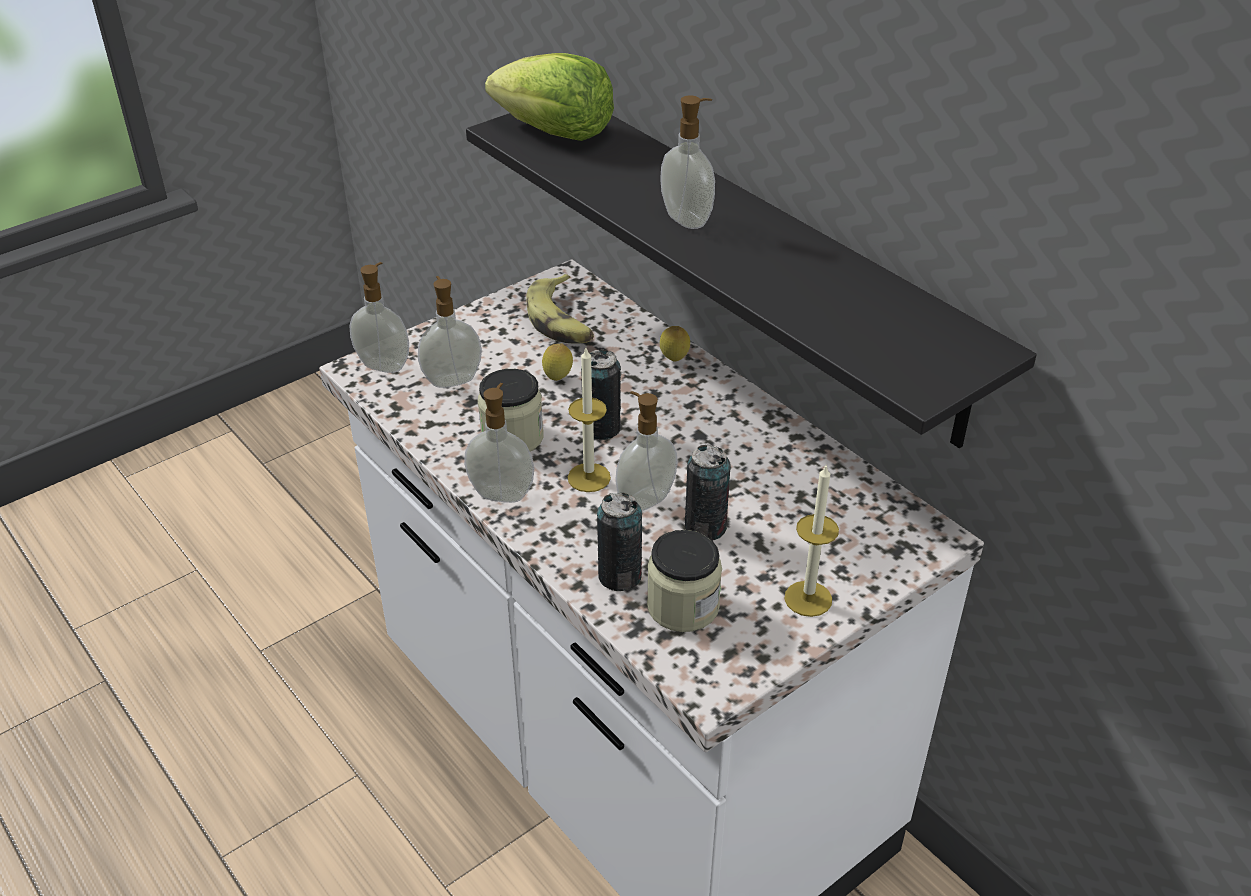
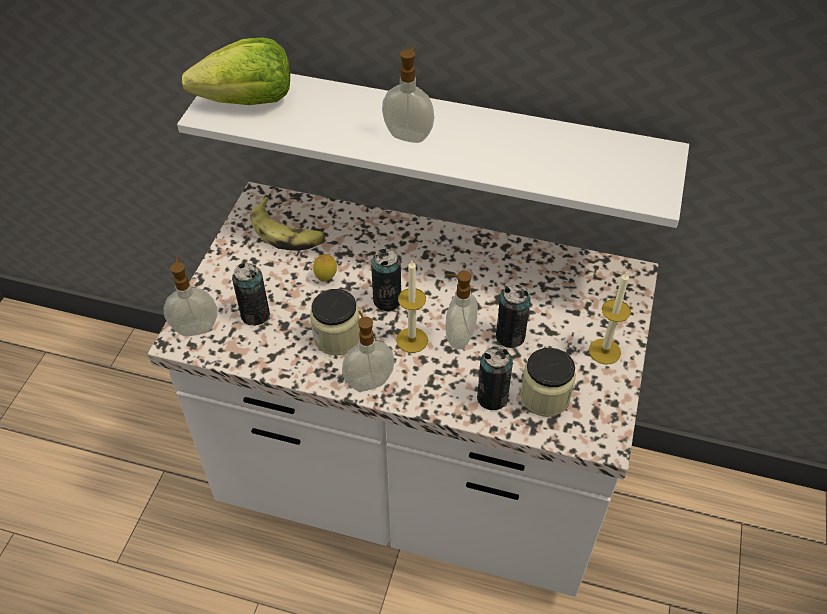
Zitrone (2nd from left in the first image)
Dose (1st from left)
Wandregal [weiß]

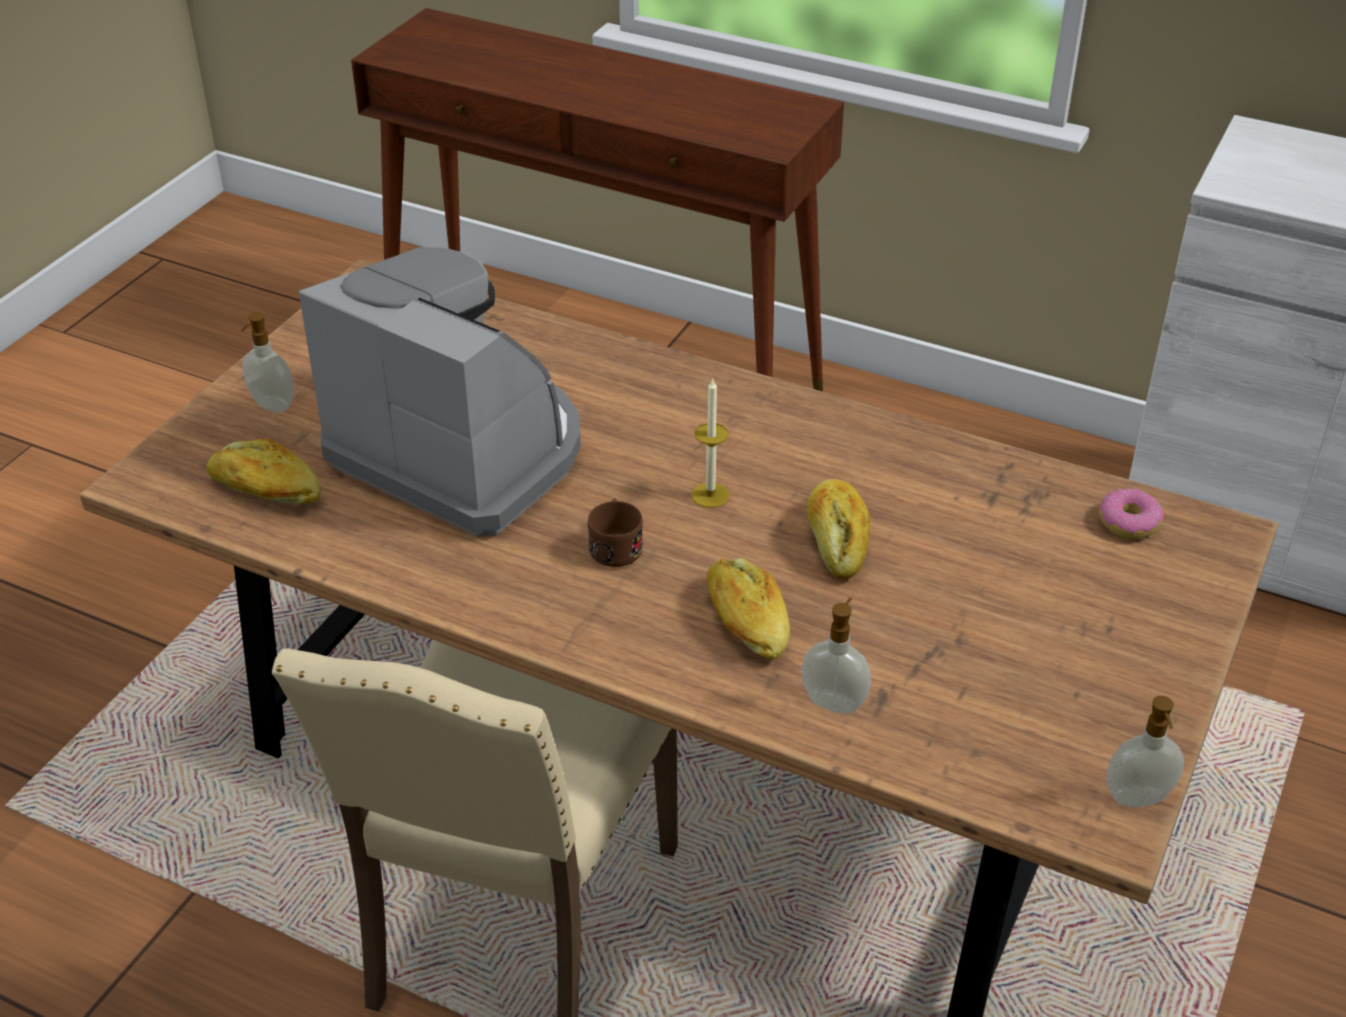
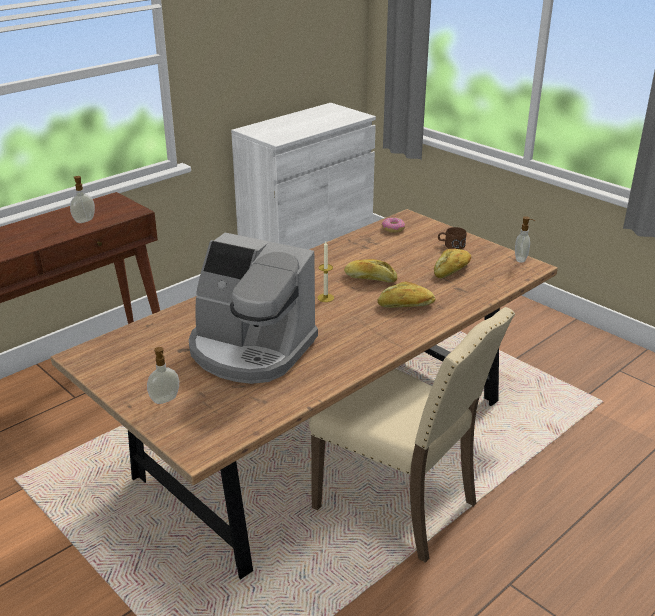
Brot (3rd from left)
Henkelbecher [braun]
Seifenspender (1st from left)
Kaffeemaschine

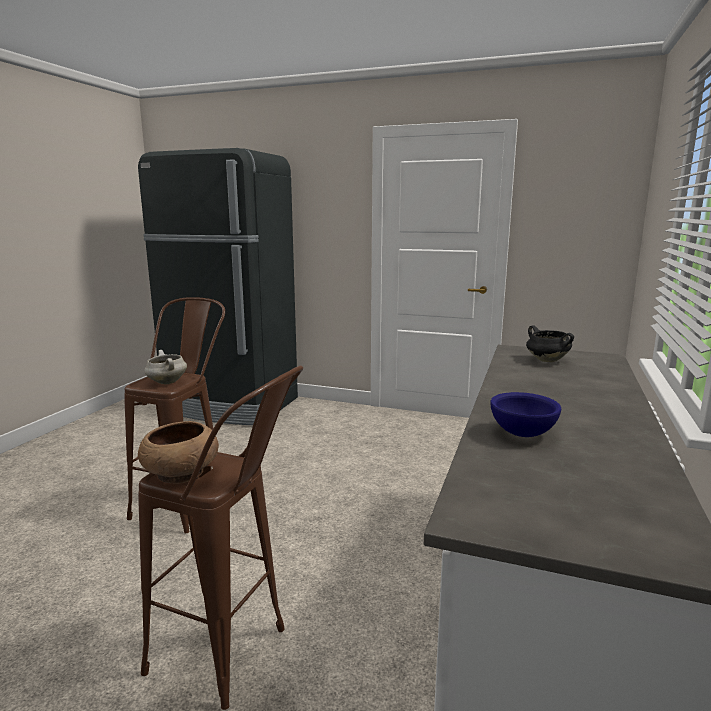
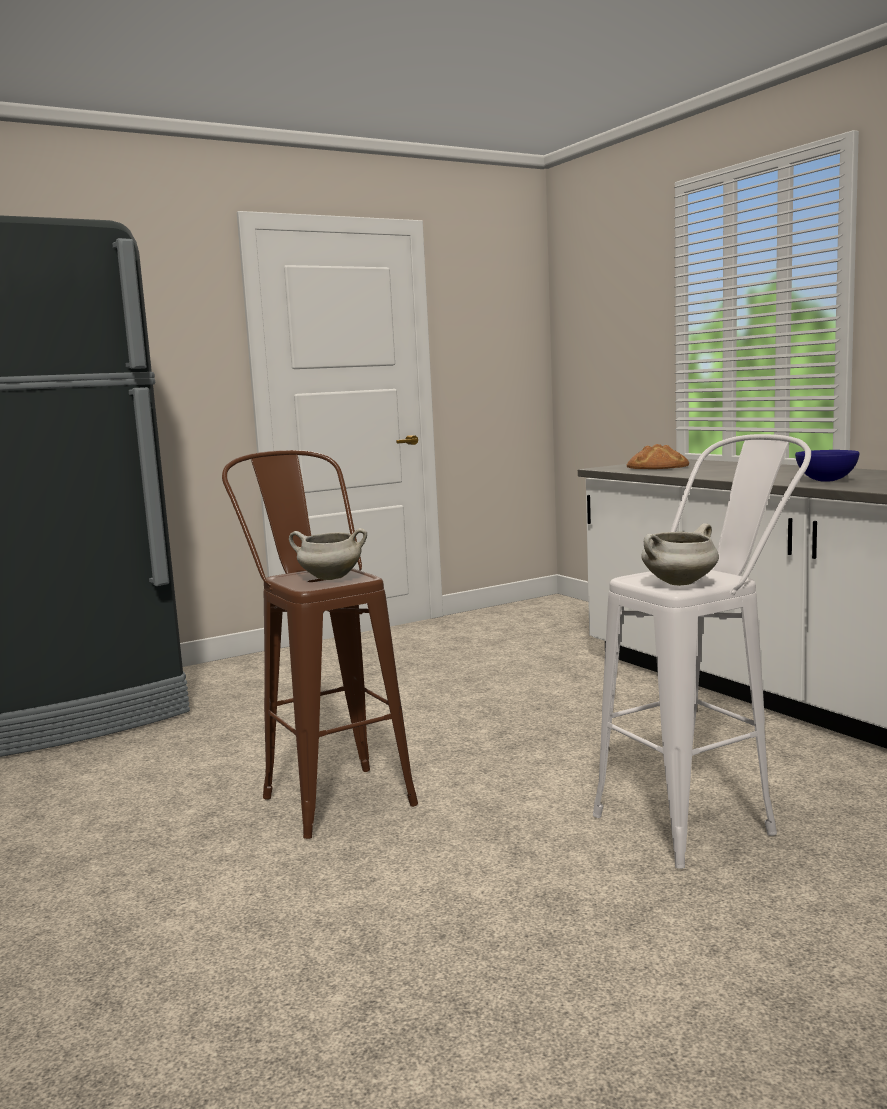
Kochtopf [weiß] (2nd from left)
Brot
Hocker [weiß]

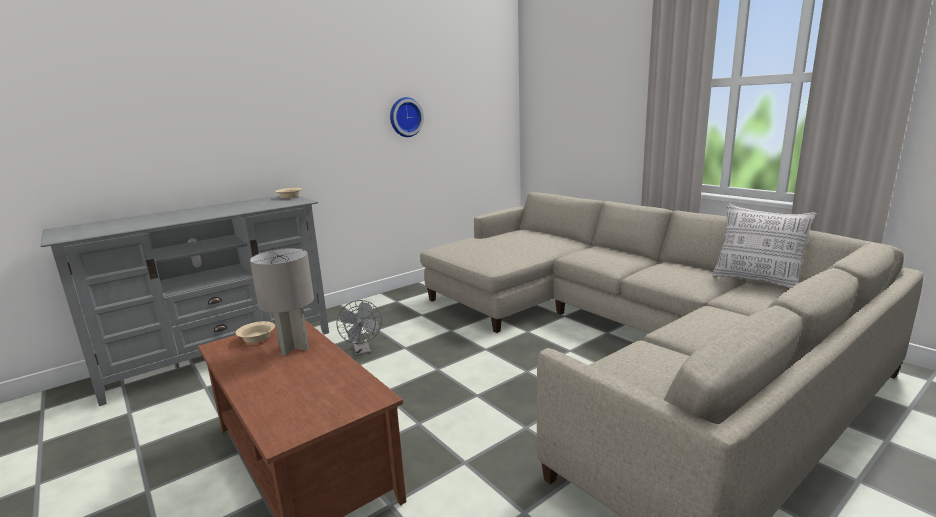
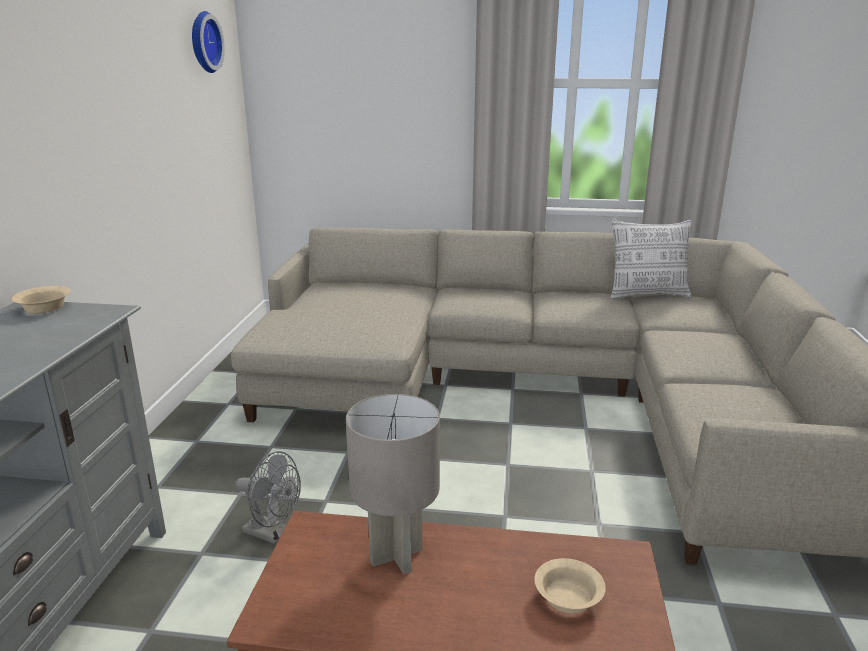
Schüssel [beige] (2nd from left)
Wanduhr

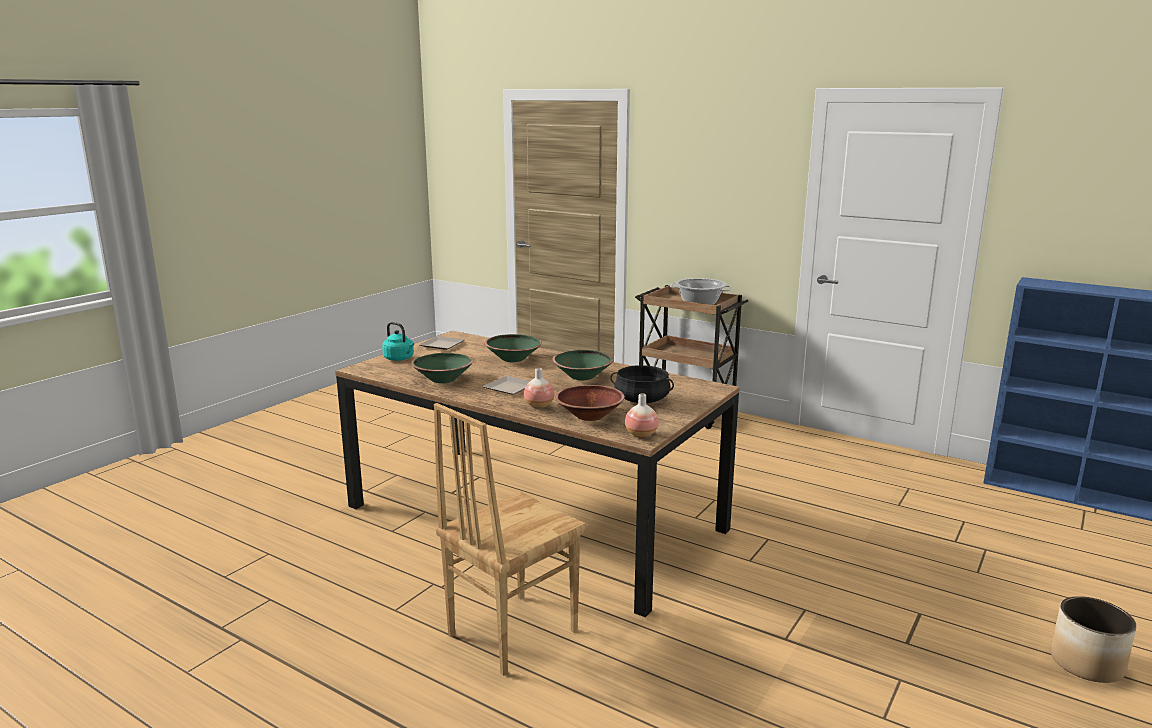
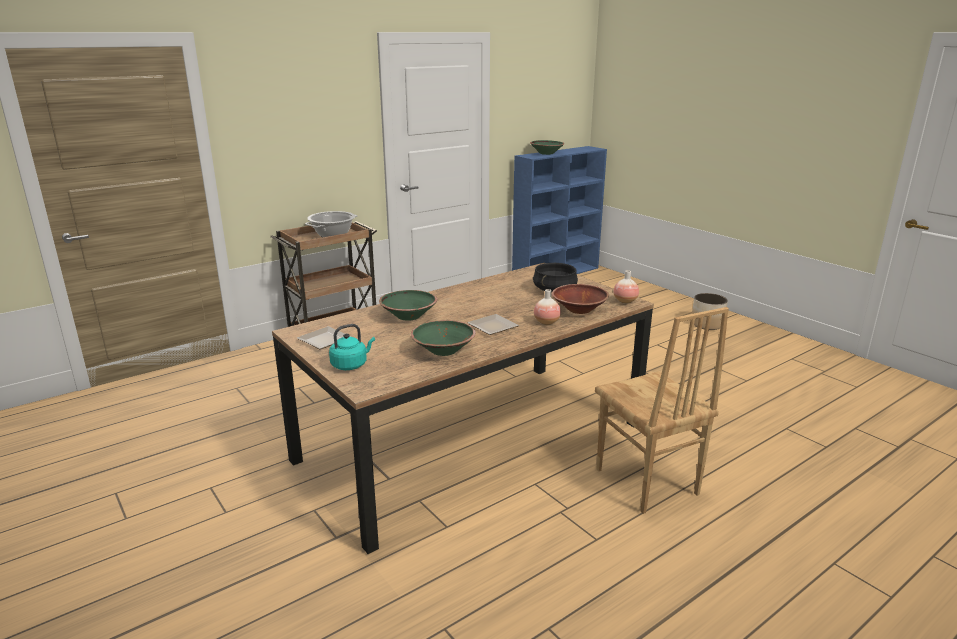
Schüssel [grün] (3rd from left)

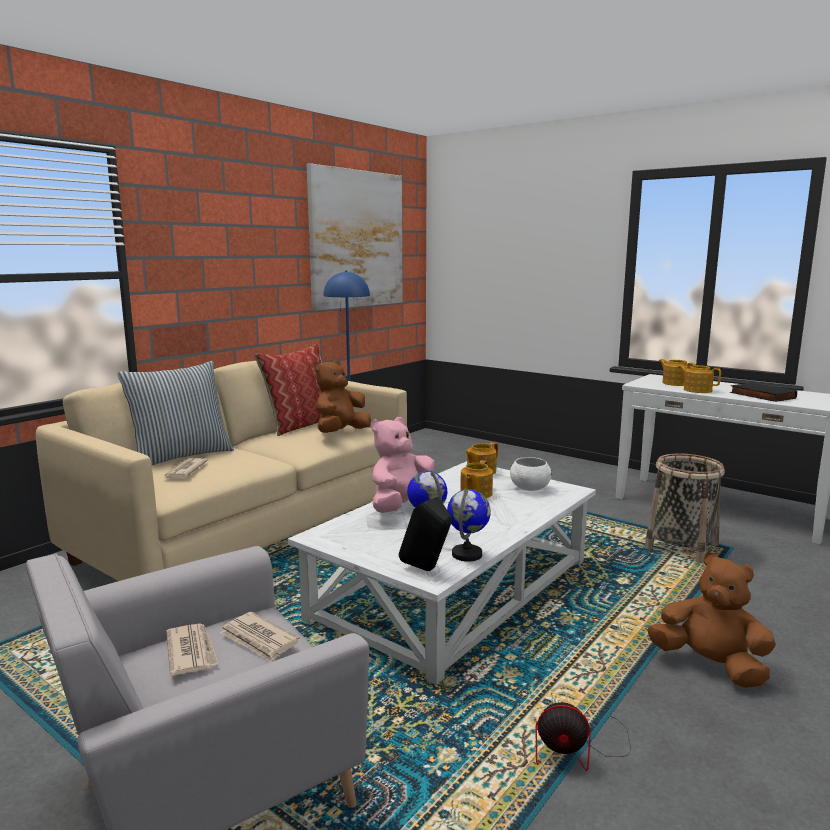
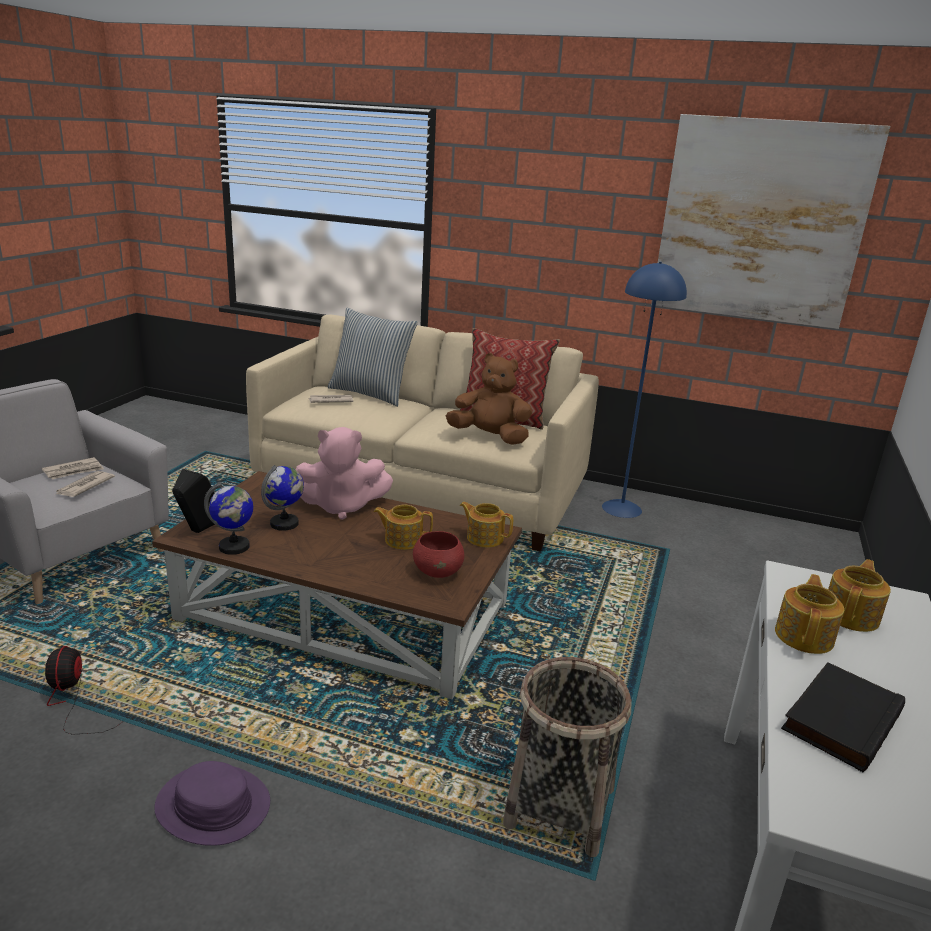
Hut [lila]
Couchtisch [braun]
Schüssel [rot]
Plüschtier [rosa]

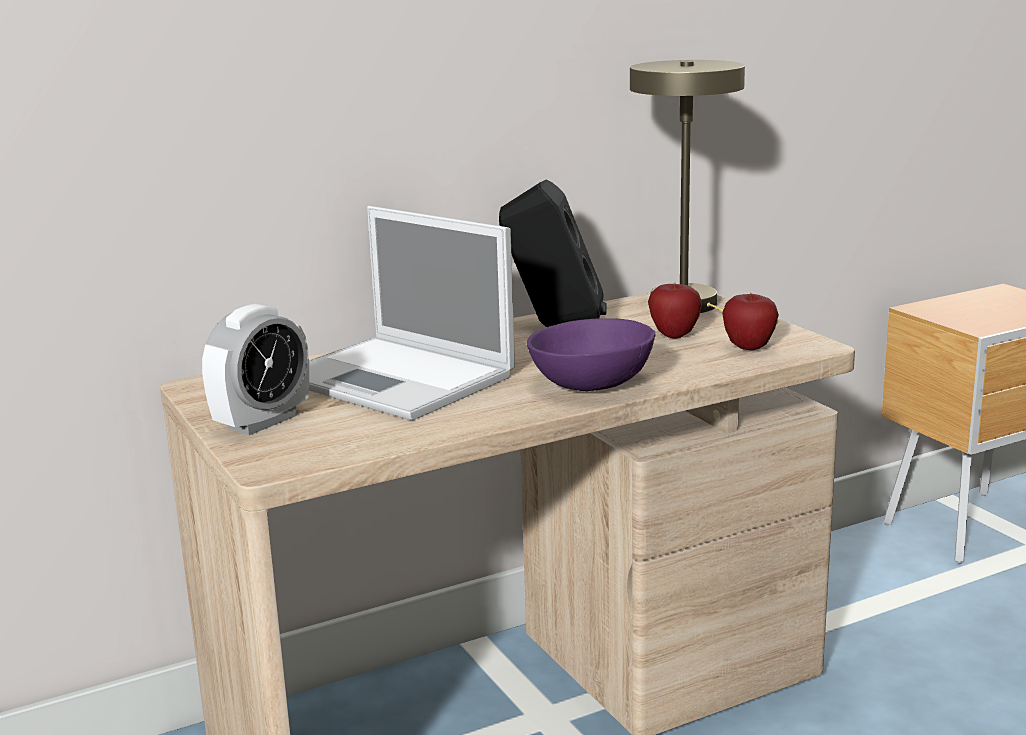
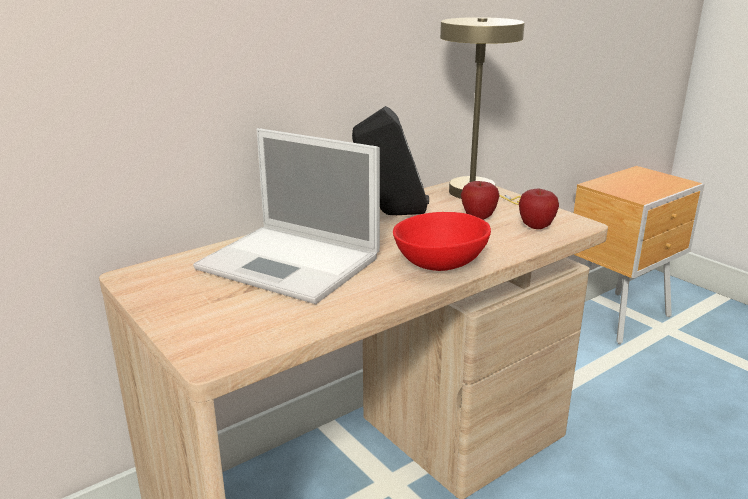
Wecker
Schüssel [rot]

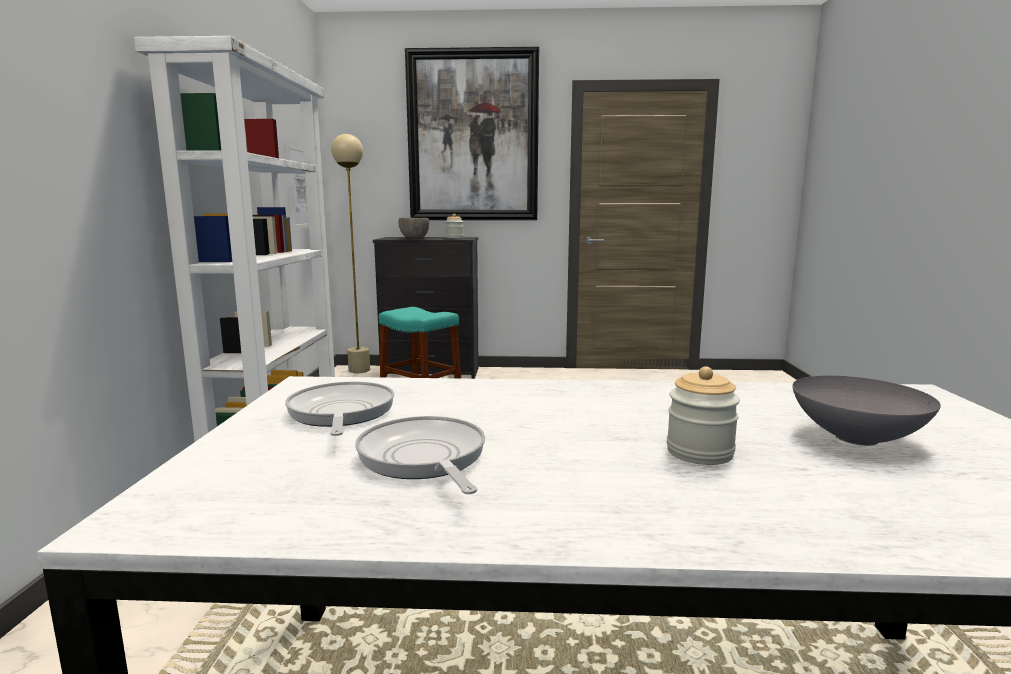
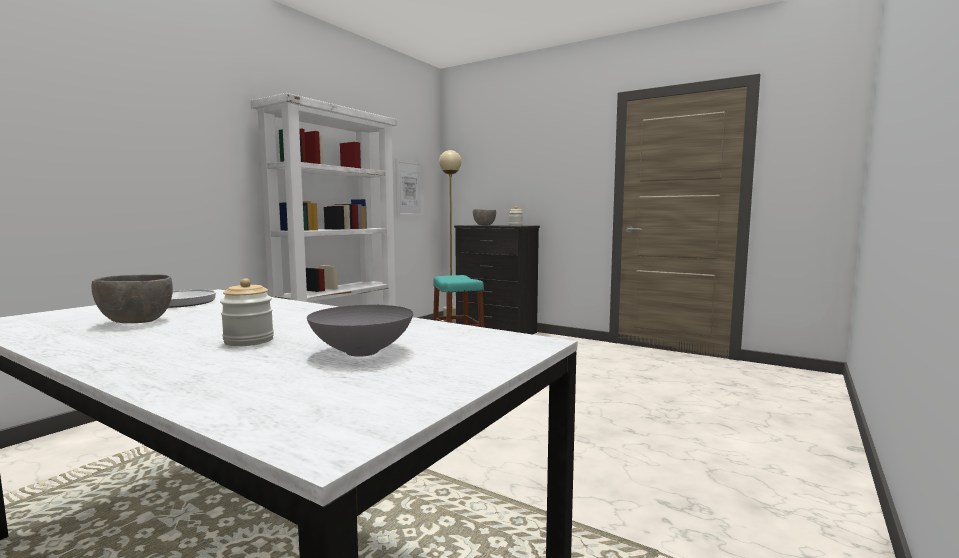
Bild (2nd from left in the first image)
Schüssel [grau] (1st from left)

